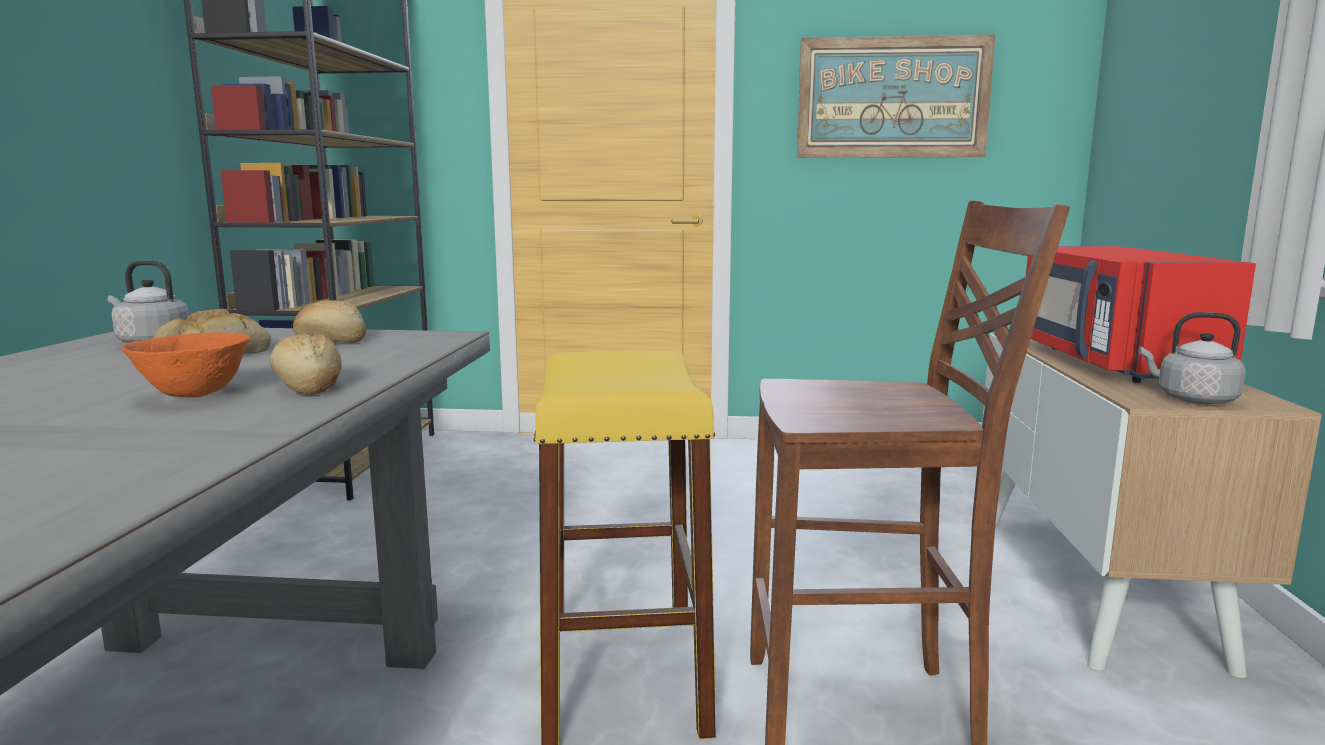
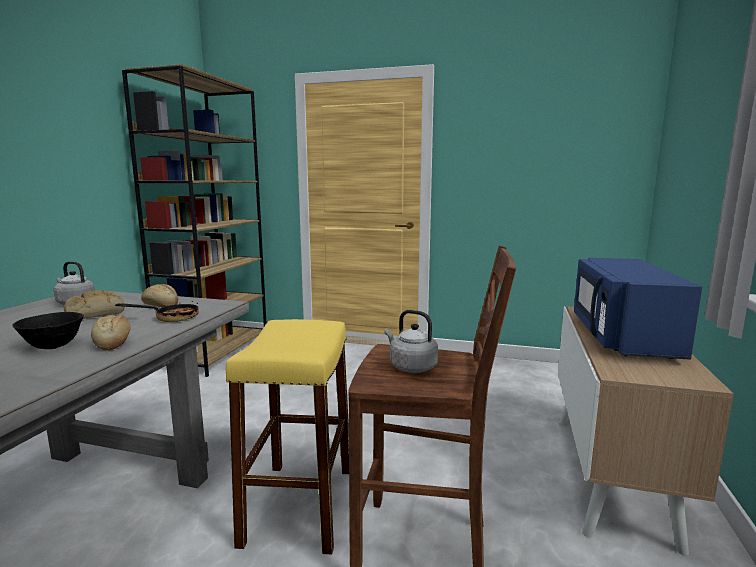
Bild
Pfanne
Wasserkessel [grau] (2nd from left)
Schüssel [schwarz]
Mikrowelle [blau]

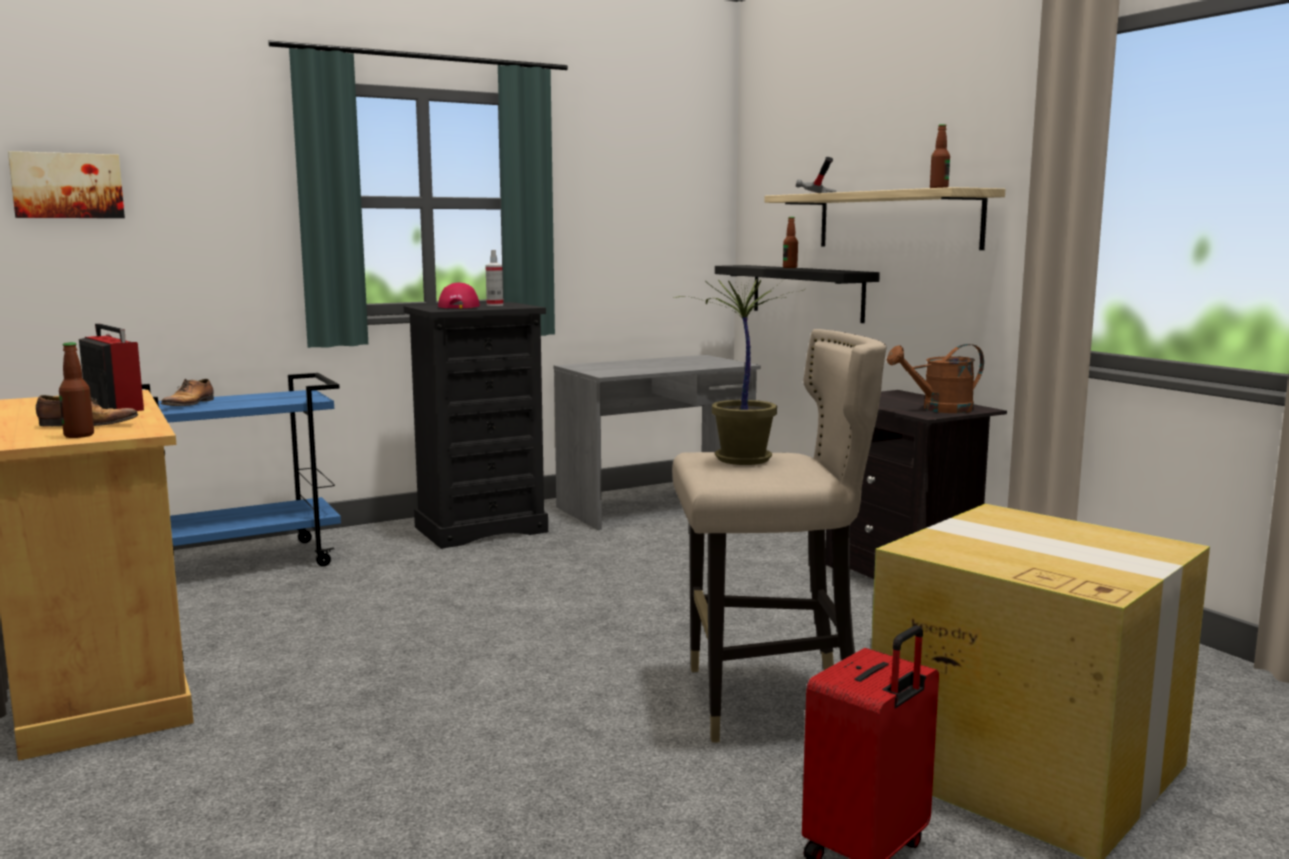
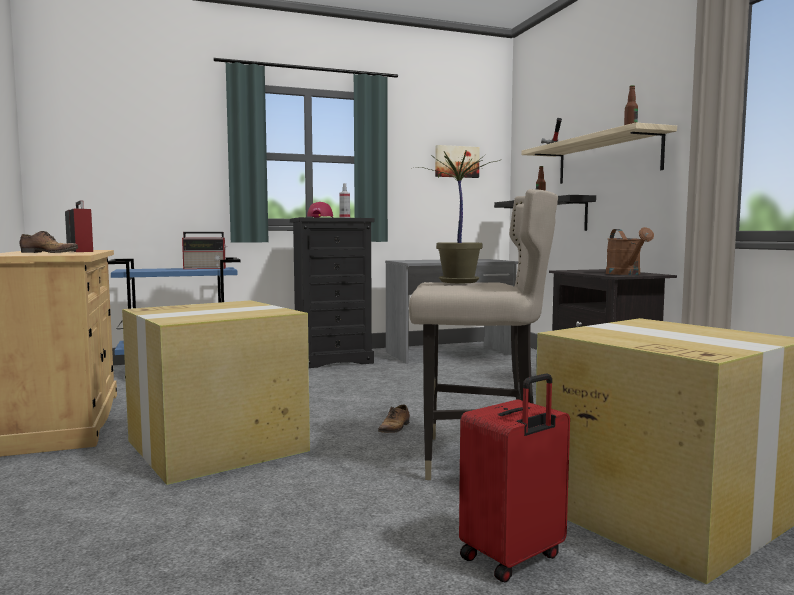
Flasche (1st from left in the first image)
Karton (1st from left)
Radio (2nd from left)
Bild
Schuh (2nd from left)
Gießkanne [braun]

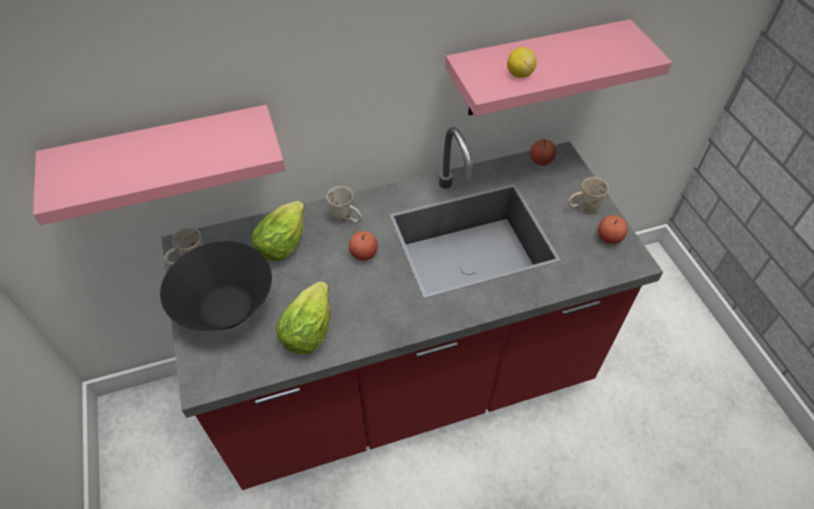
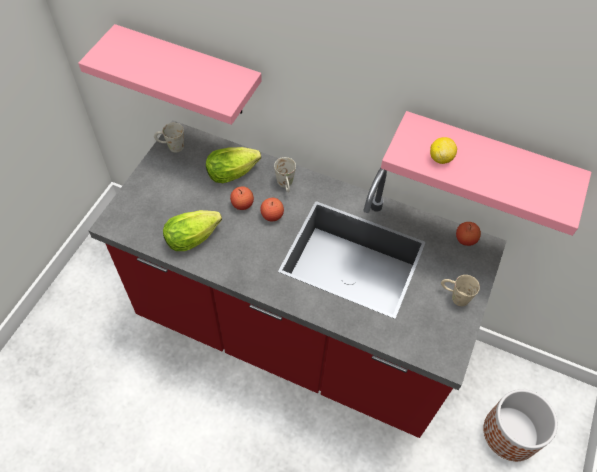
Schüssel [schwarz]
Pflanzkübel
Apfel (1st from left)

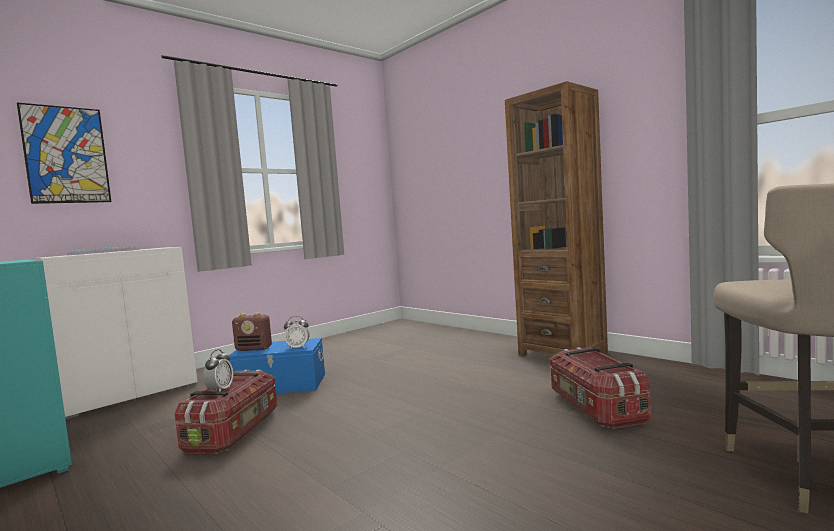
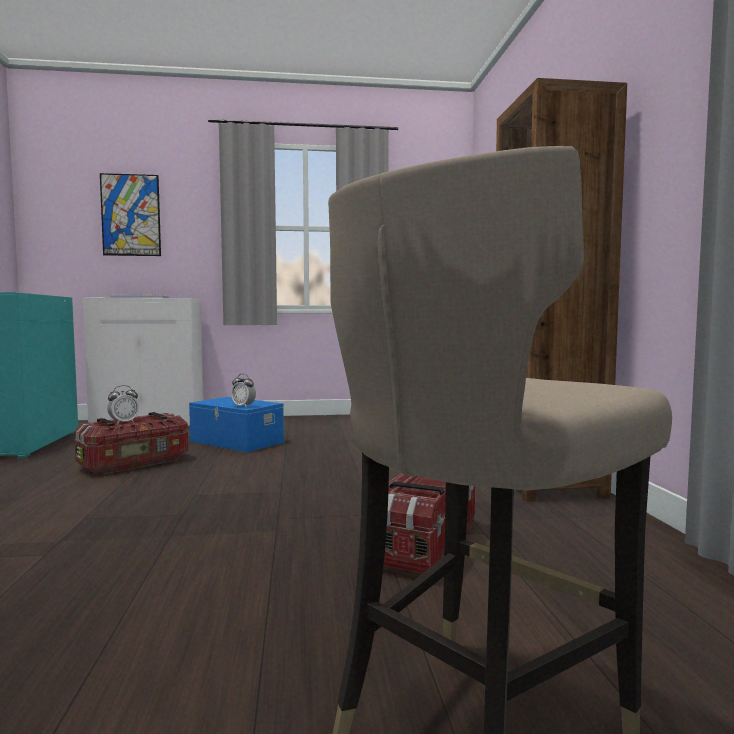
Radio

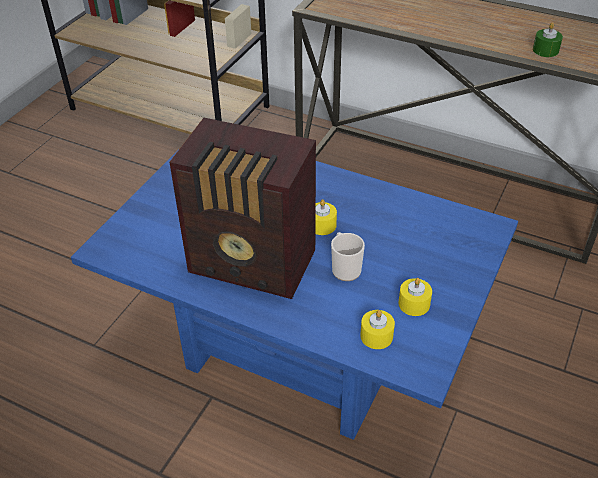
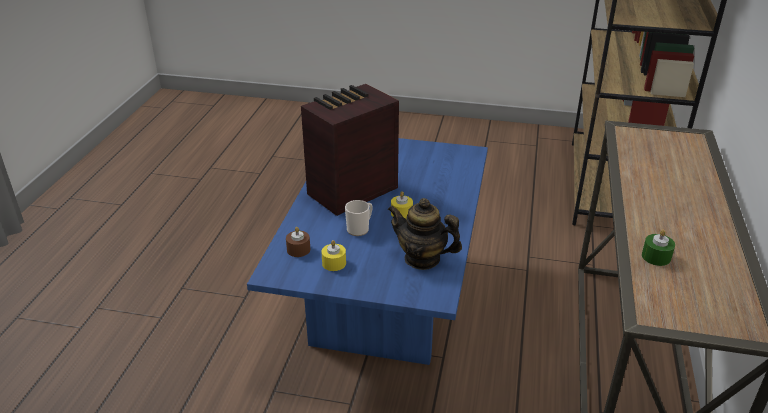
Teekanne
Kerze [braun]
Radio

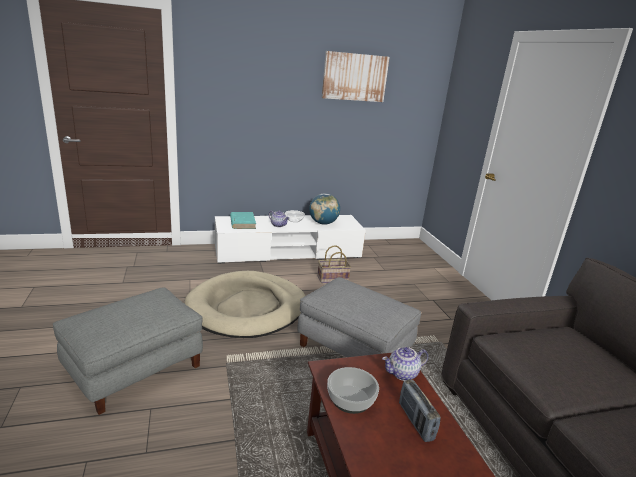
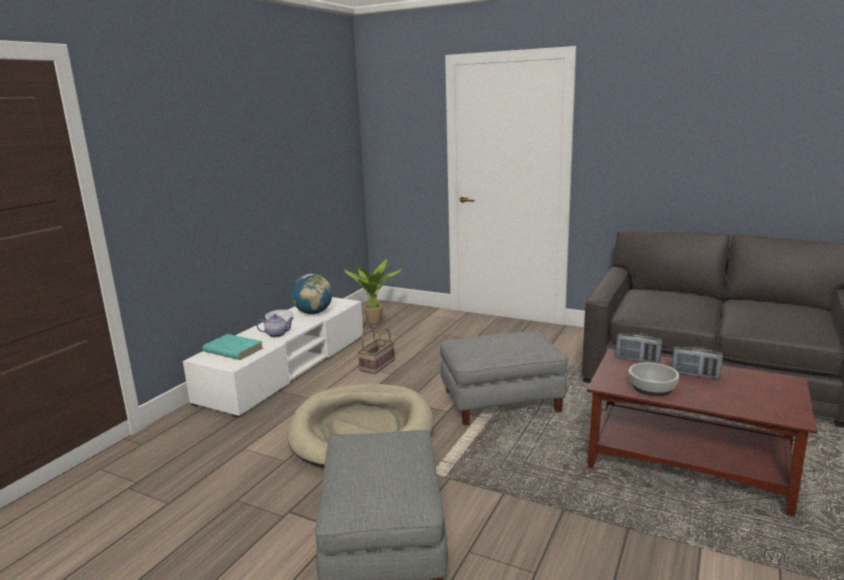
Bild
Topfpflanze
Radio (1st from left)

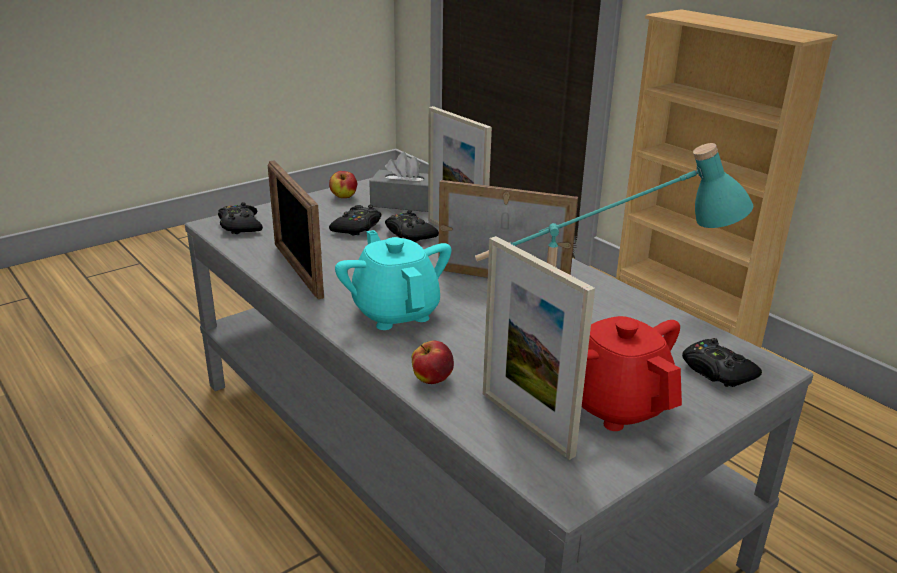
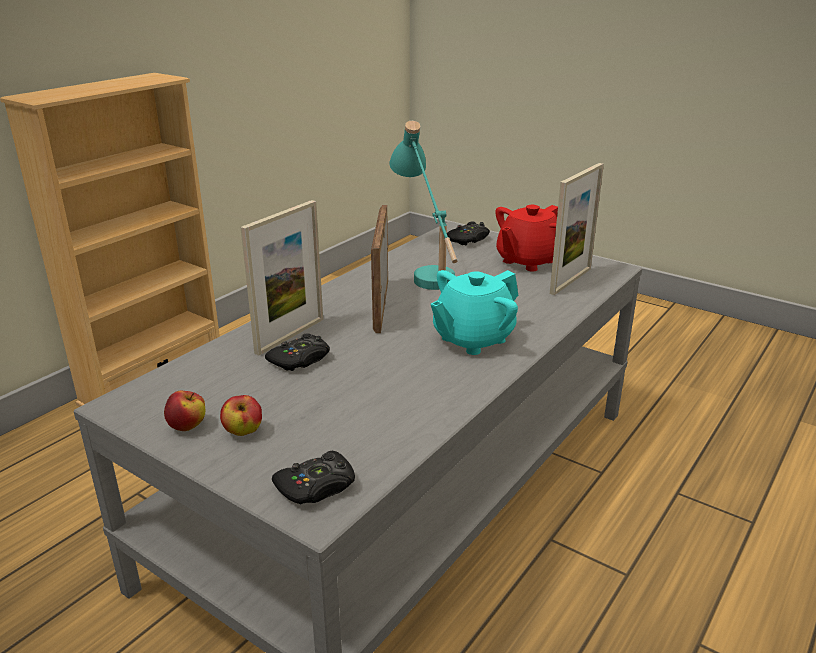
Bilderrahmen (1st from left in the first image)
Gamepad [schwarz] (2nd from left in the first image)
Taschentuchbox [grau]
Apfel (2nd from left)

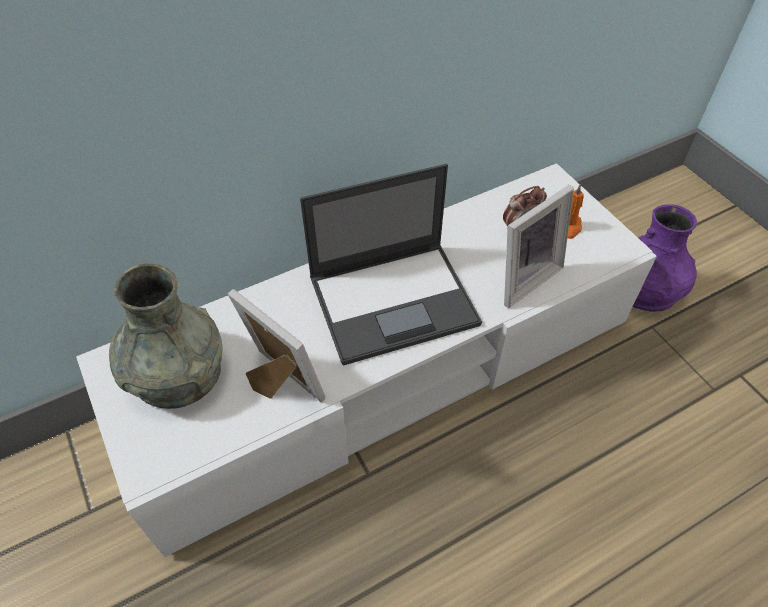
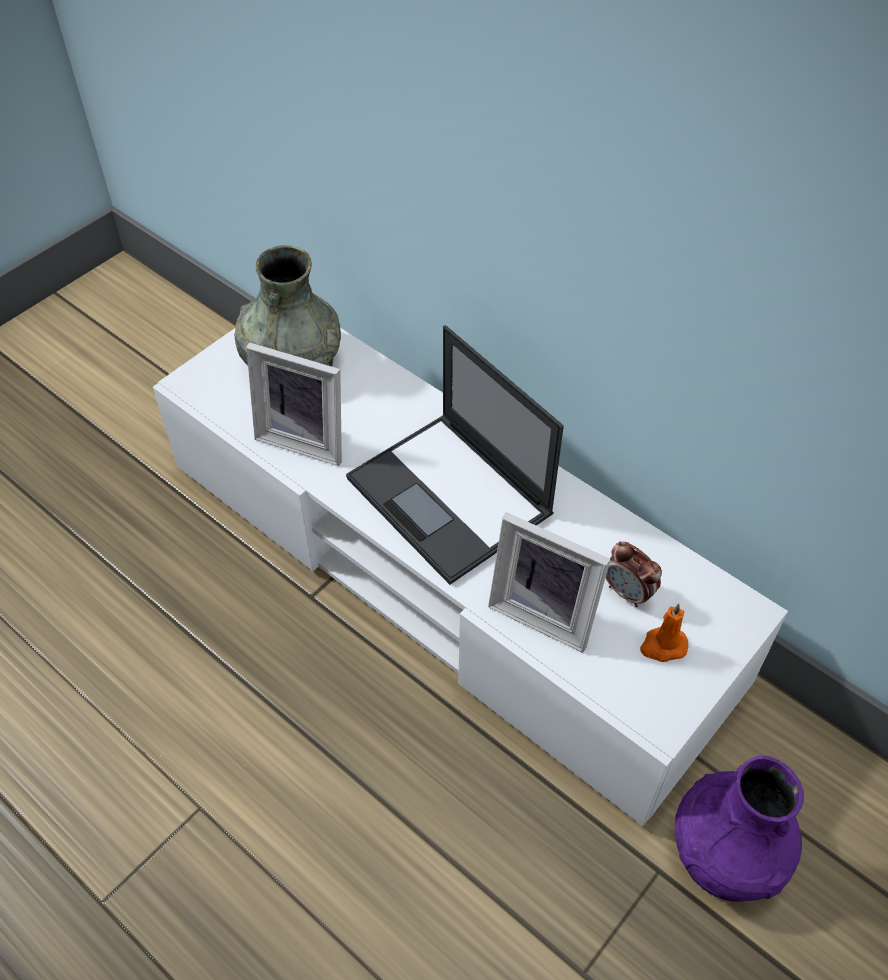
Bilderrahmen (1st from left)

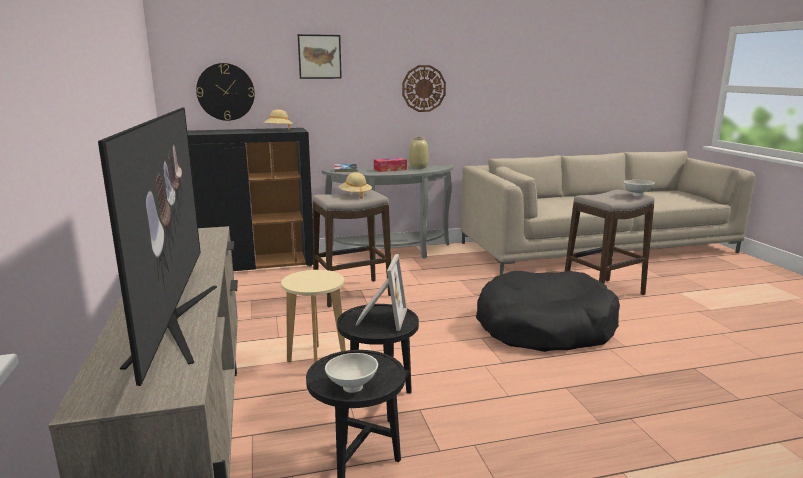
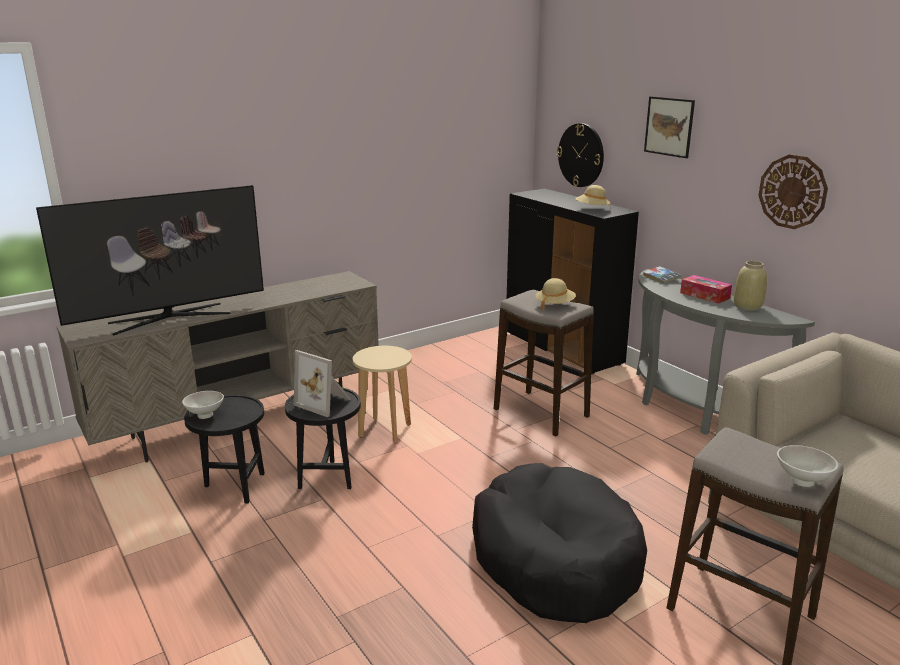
Bilderrahmen

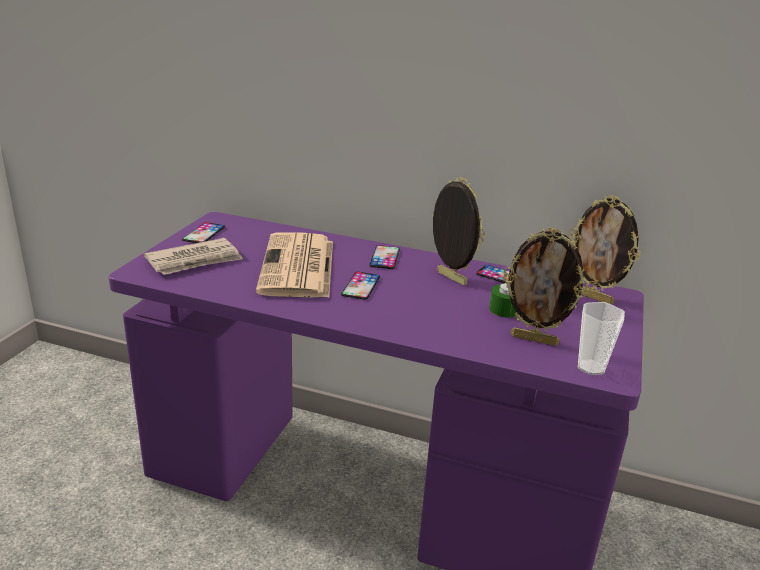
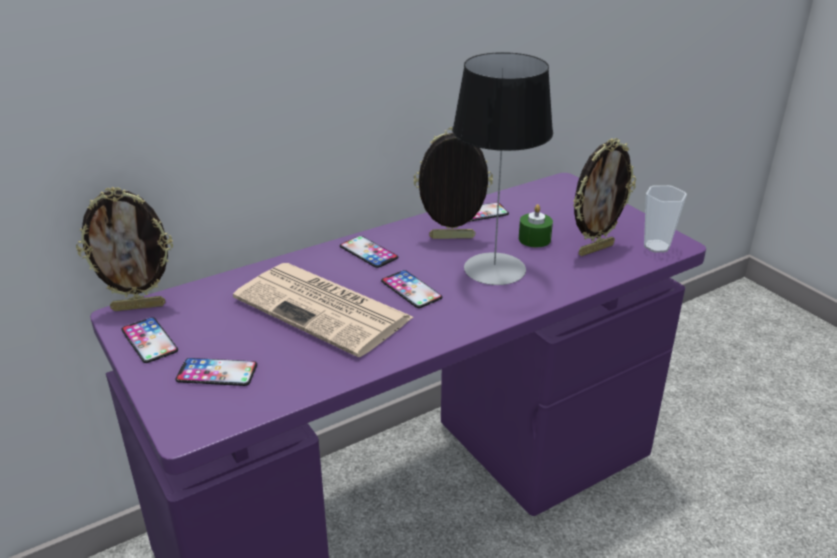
Tischlampe
Bilderrahmen (1st from left)
Handy (2nd from left)

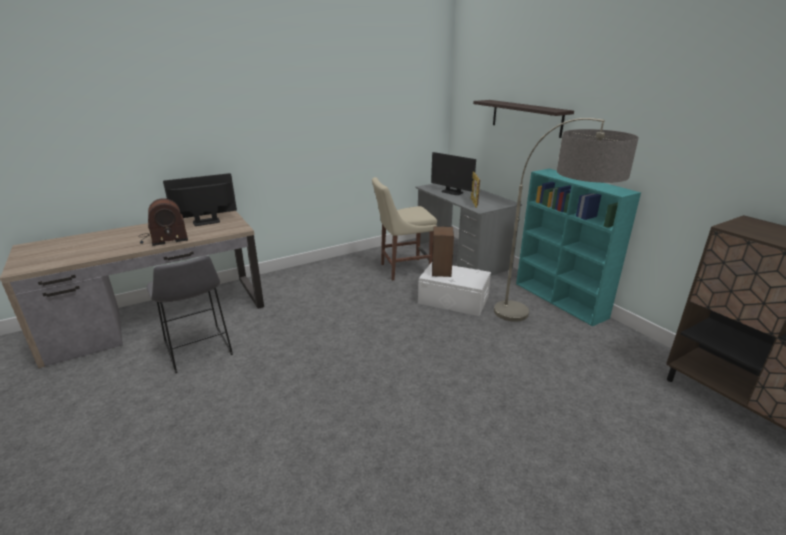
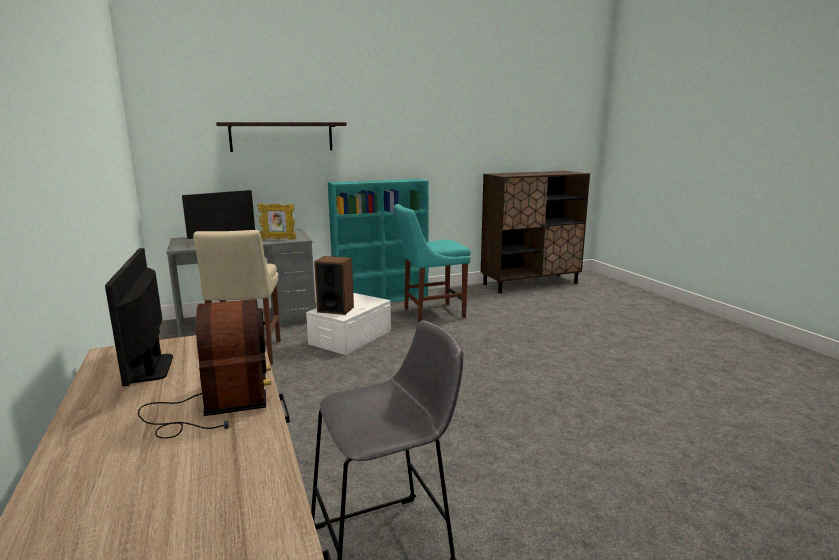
Stuhl [türkis]

